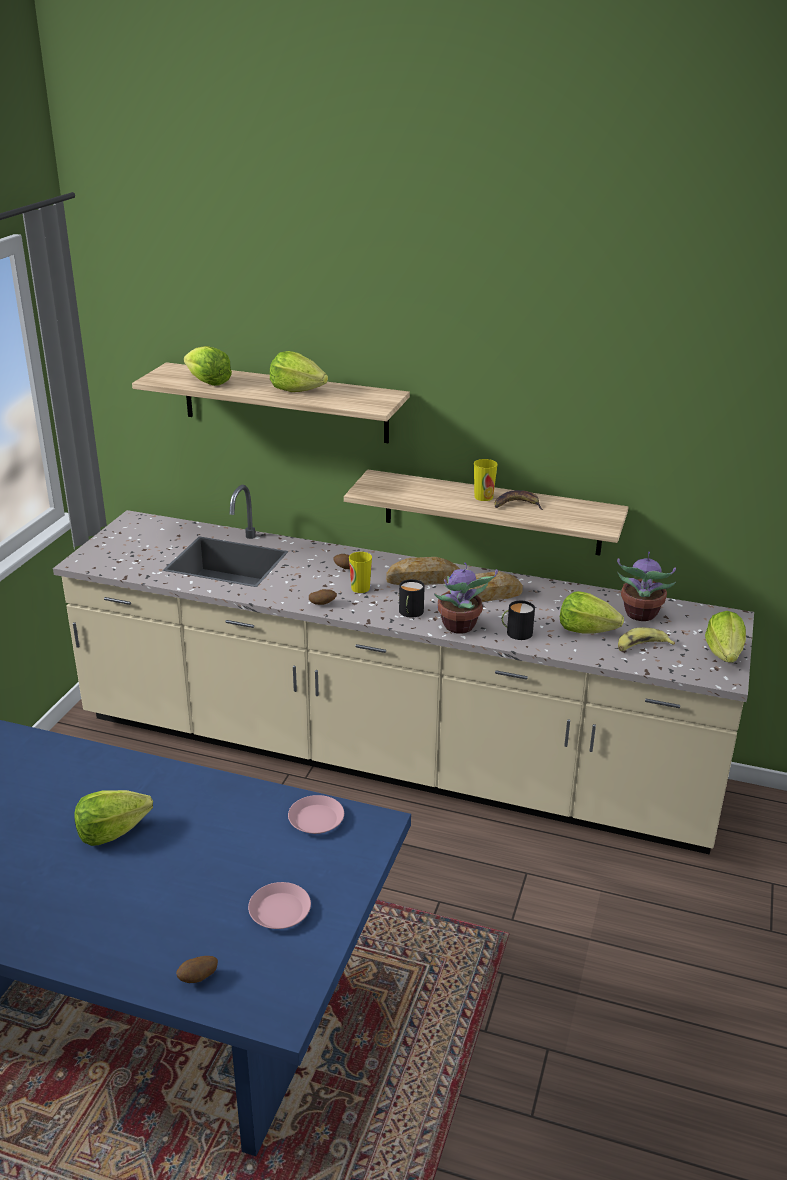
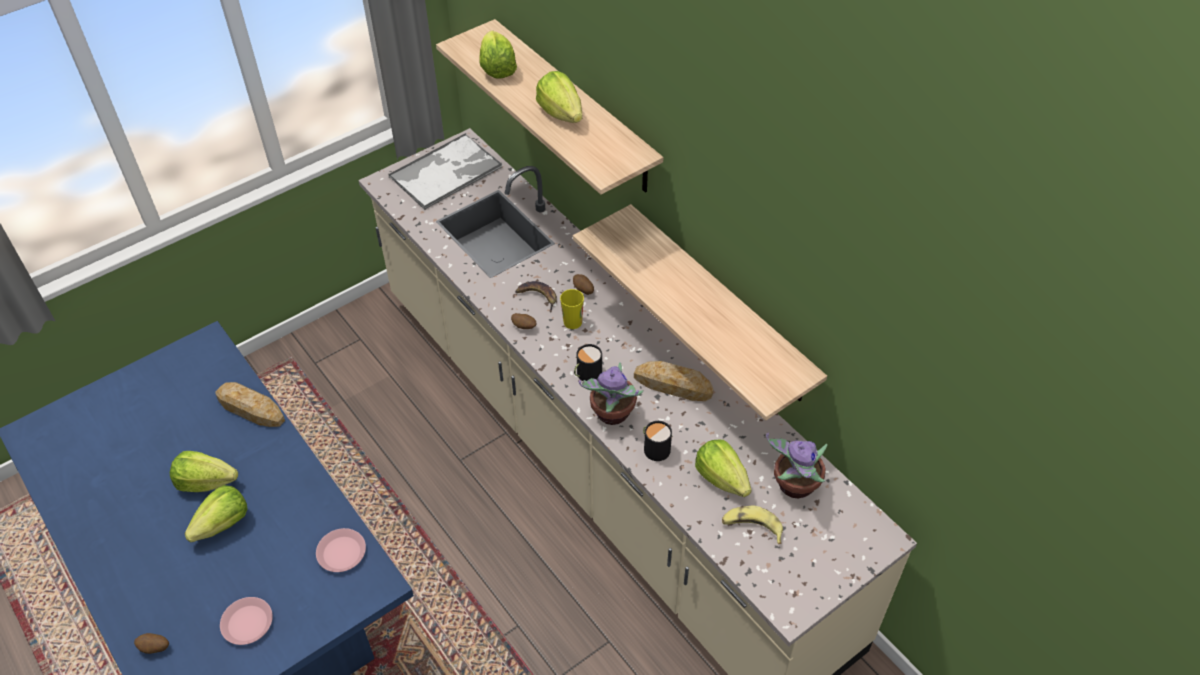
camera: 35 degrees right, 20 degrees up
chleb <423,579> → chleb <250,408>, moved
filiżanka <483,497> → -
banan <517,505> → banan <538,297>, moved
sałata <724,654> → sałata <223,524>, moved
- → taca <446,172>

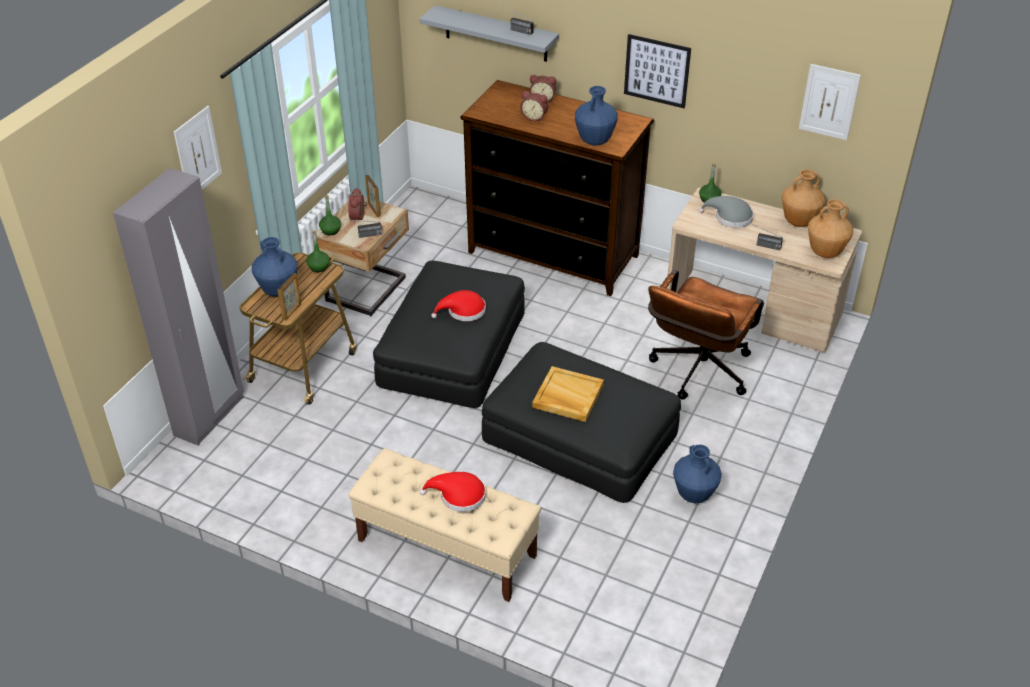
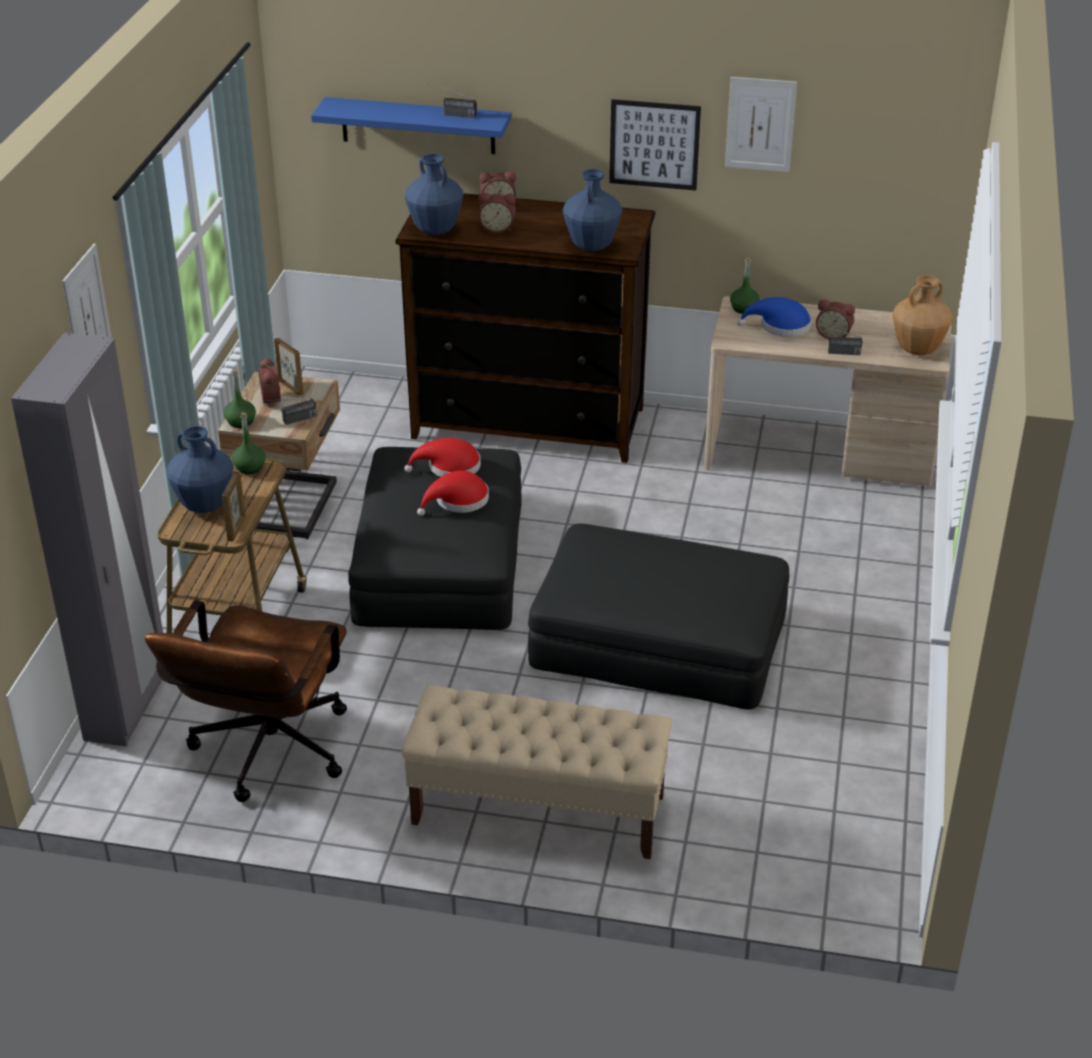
camera: 15 degrees left, 5 degrees down
półka [szary] <496,34> → półka [niebieski] <418,125>
kapelusz [czerwony] <458,496> → kapelusz [czerwony] <449,467>, moved
taca [beżowy] <567,396> → -
krzesło biurowe [brązowy] <697,374> → krzesło biurowe [brązowy] <265,756>, moved
wazon [niebieski] <693,494> → wazon [niebieski] <435,230>, moved
kapelusz [szary] <730,217> → kapelusz [niebieski] <780,326>
wazon [brązowy] <798,222> → -
obraz <829,102> → obraz <760,124>, moved
- → budzik <833,335>

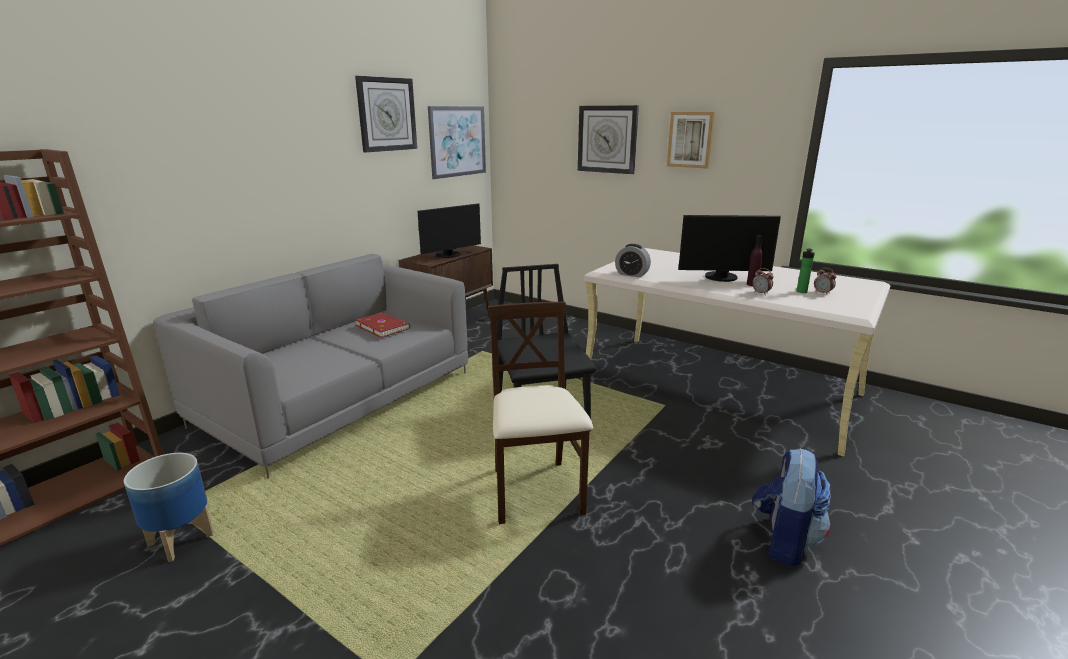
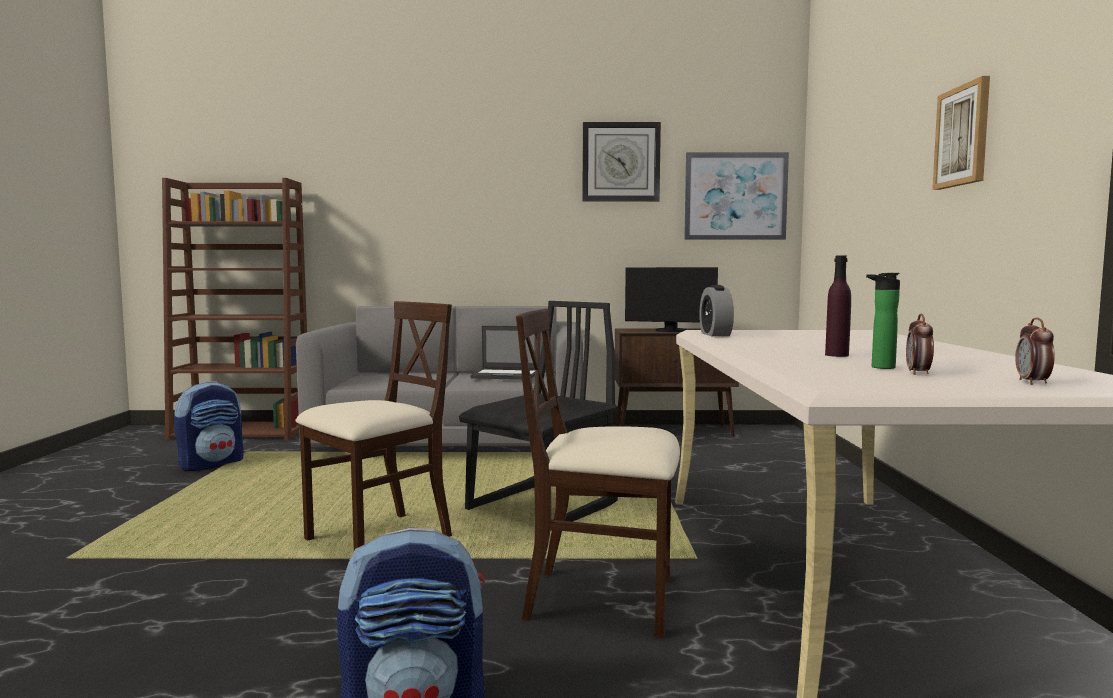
camera: 55 degrees right, 15 degrees down
donica <180,539> → plecak <211,464>
książka [czerwony] <383,327> → laptop <506,375>
zegar ścienny <607,139> → -
monitor <722,278> → -
budzik <761,293> → budzik <1033,382>, moved
- → krzesło [beżowy] <603,599>

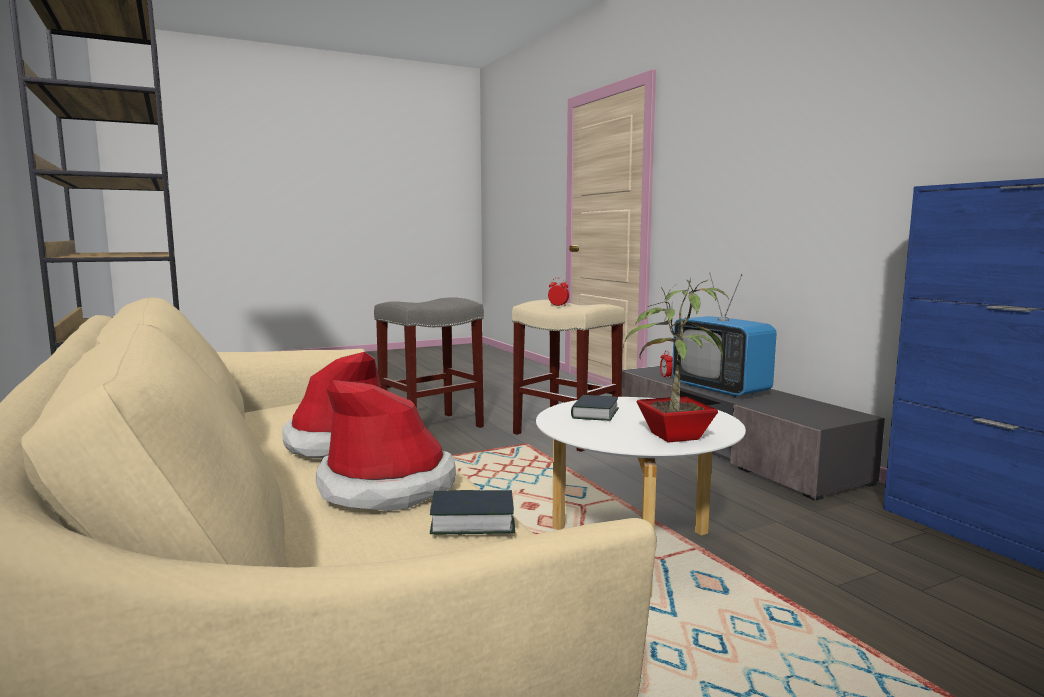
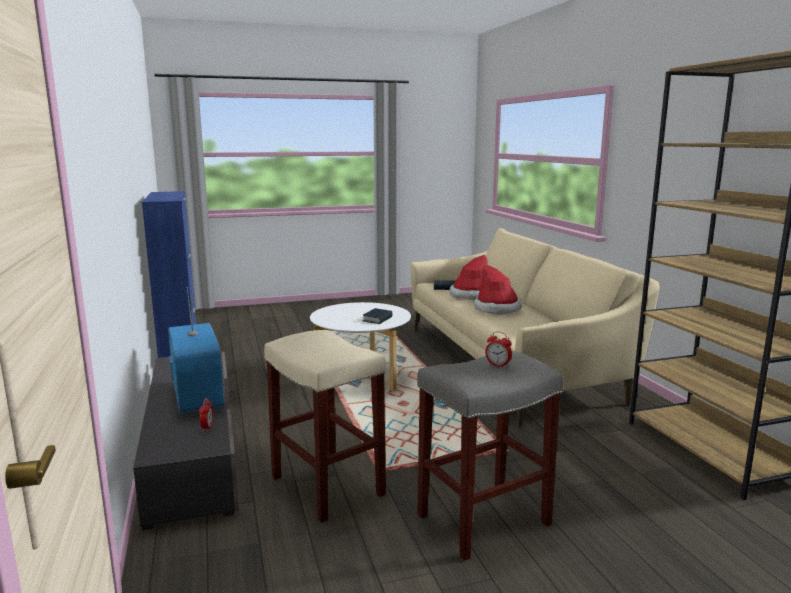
camera: 170 degrees left, 5 degrees up
budzik <558,305> → budzik <498,365>, moved
roślina doniczkowa <671,437> → -

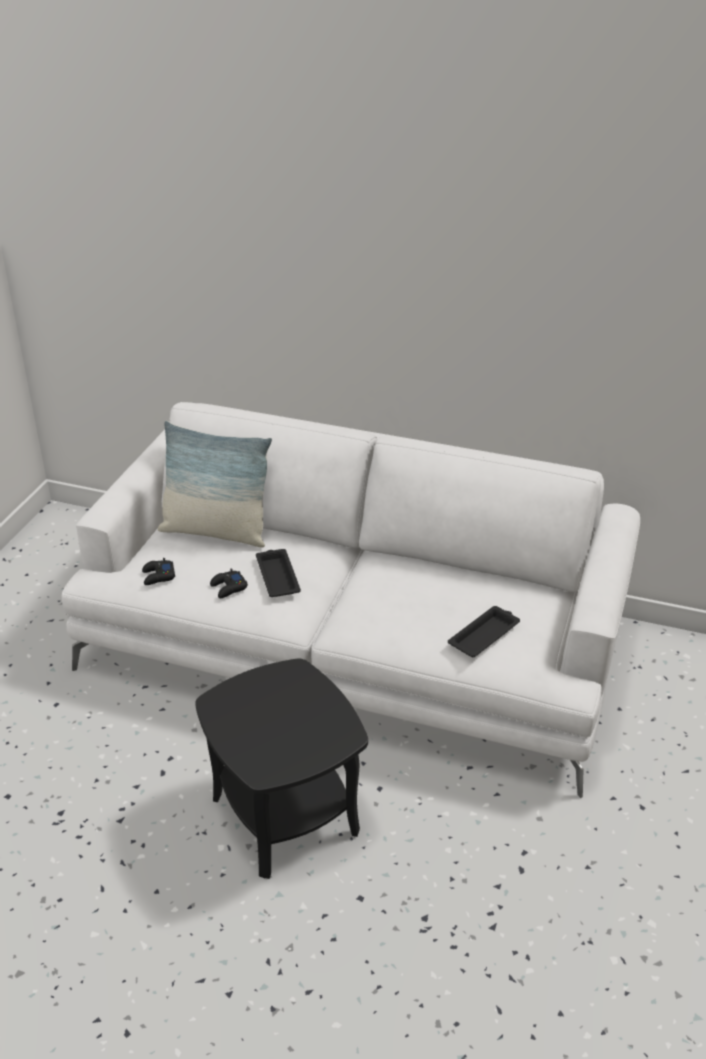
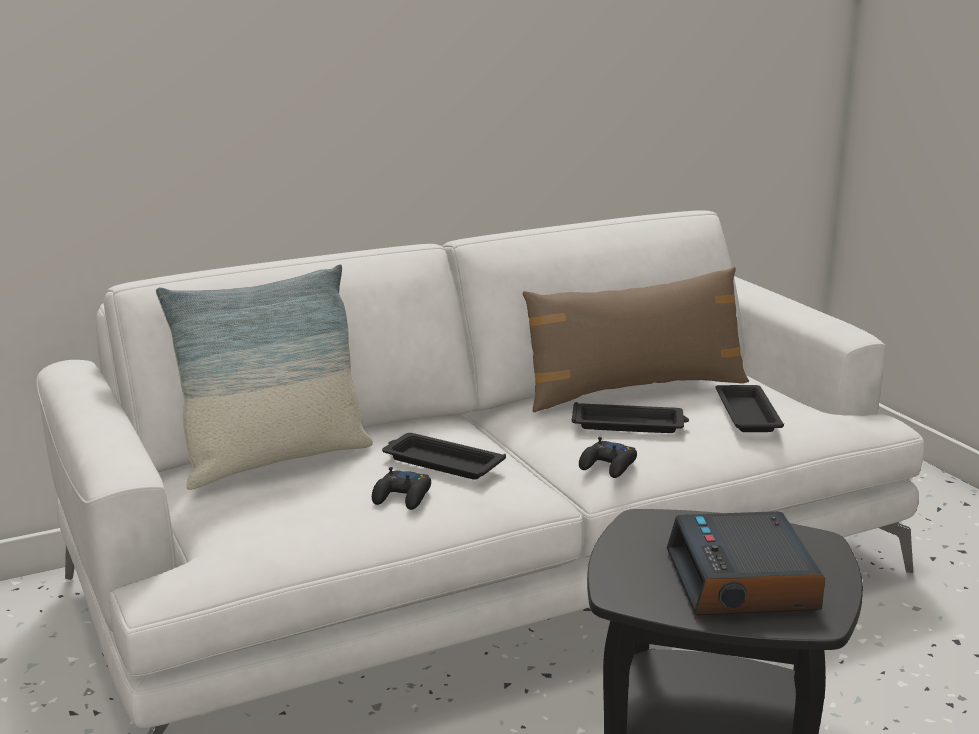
camera: 45 degrees left, 15 degrees down
pad do gier [czarny] <158,576> → pad do gier [czarny] <608,466>, moved
- → poduszka [brązowy] <635,390>
- → taca [czarny] <630,425>
- → budzik <743,582>

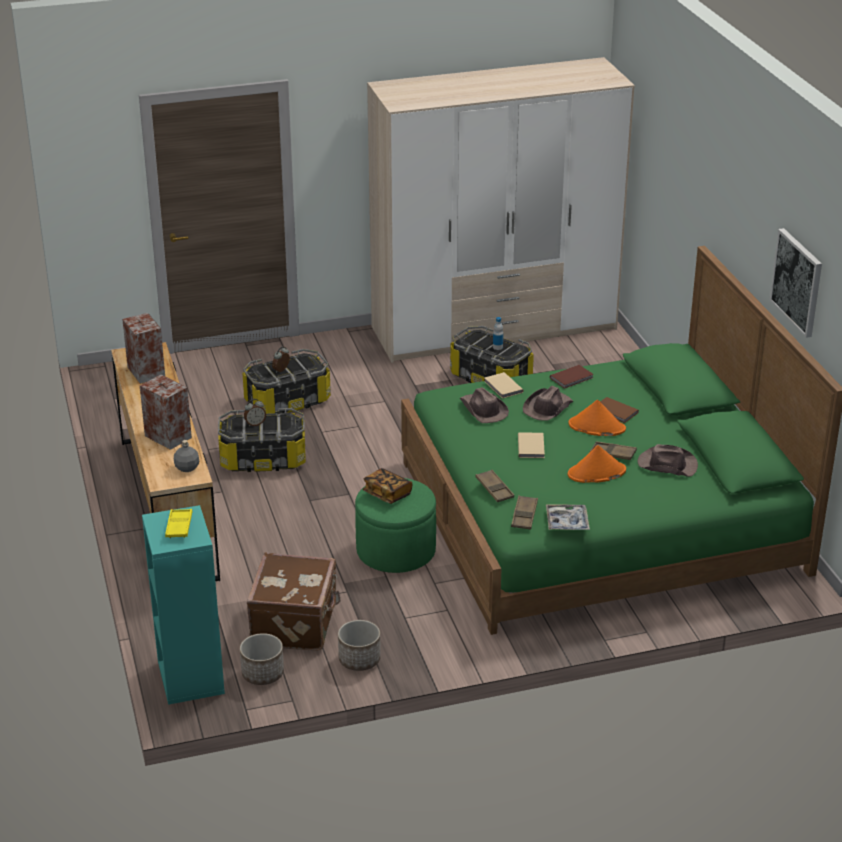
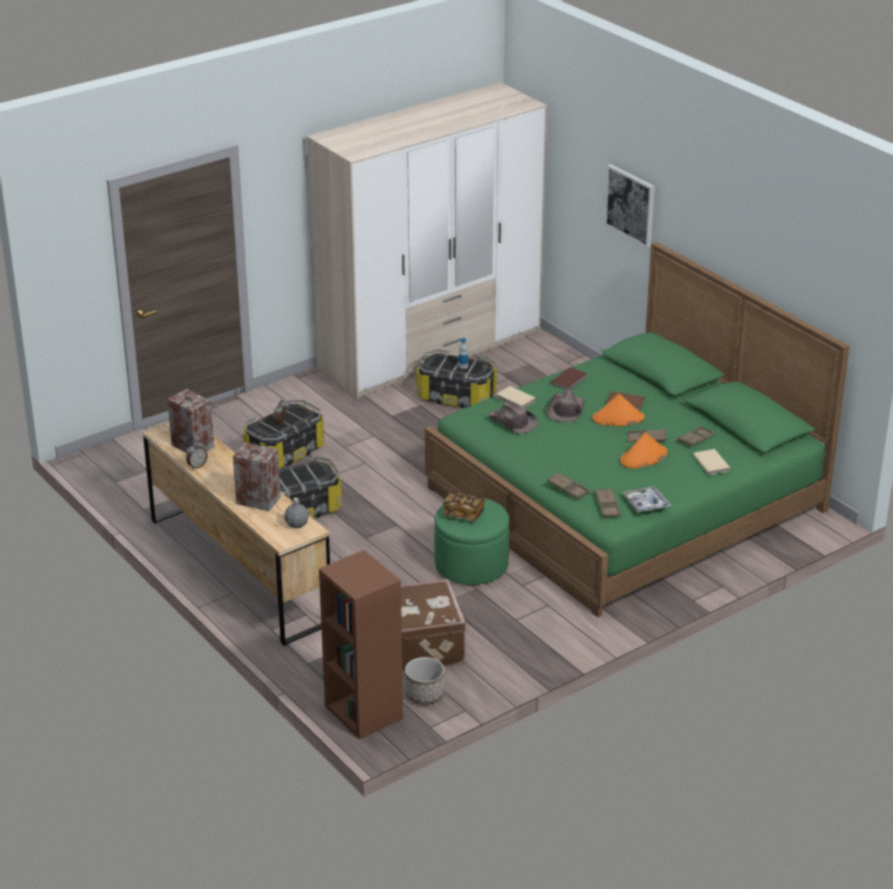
camera: 20 degrees left, 0 degrees up
regał [turkusowy] <189,677> → regał [brązowy] <362,712>
taca [żółty] <179,526> → -
budzik <255,424> → budzik <197,466>, moved
donica <359,660> → -
książka [beżowy] <532,446> → książka [beżowy] <711,463>, moved
kapelusz [brązowy] <666,464> → taca [brązowy] <696,439>
obraz <797,282> → obraz <630,205>, moved

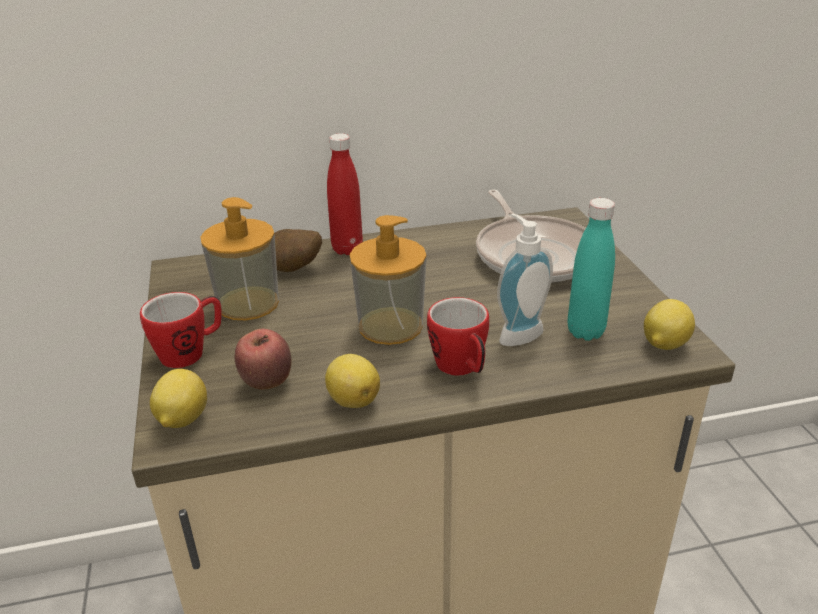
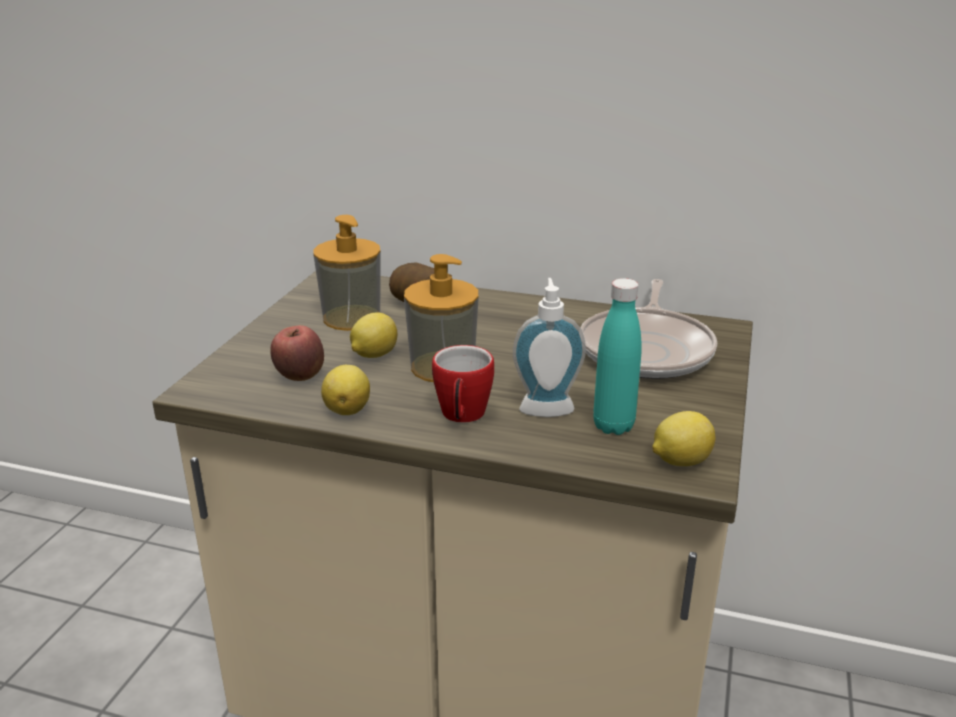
camera: 30 degrees right, 5 degrees down
kubek <191,352> → -
cytryna <182,419> → cytryna <373,355>, moved
butelka [czerwony] <347,249> → -

